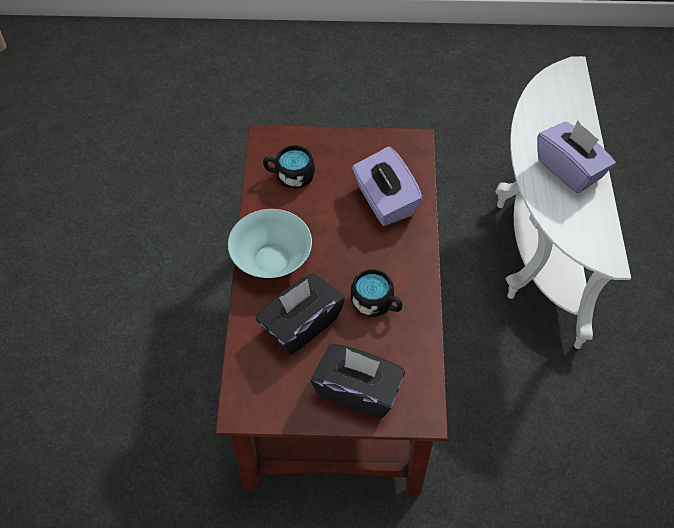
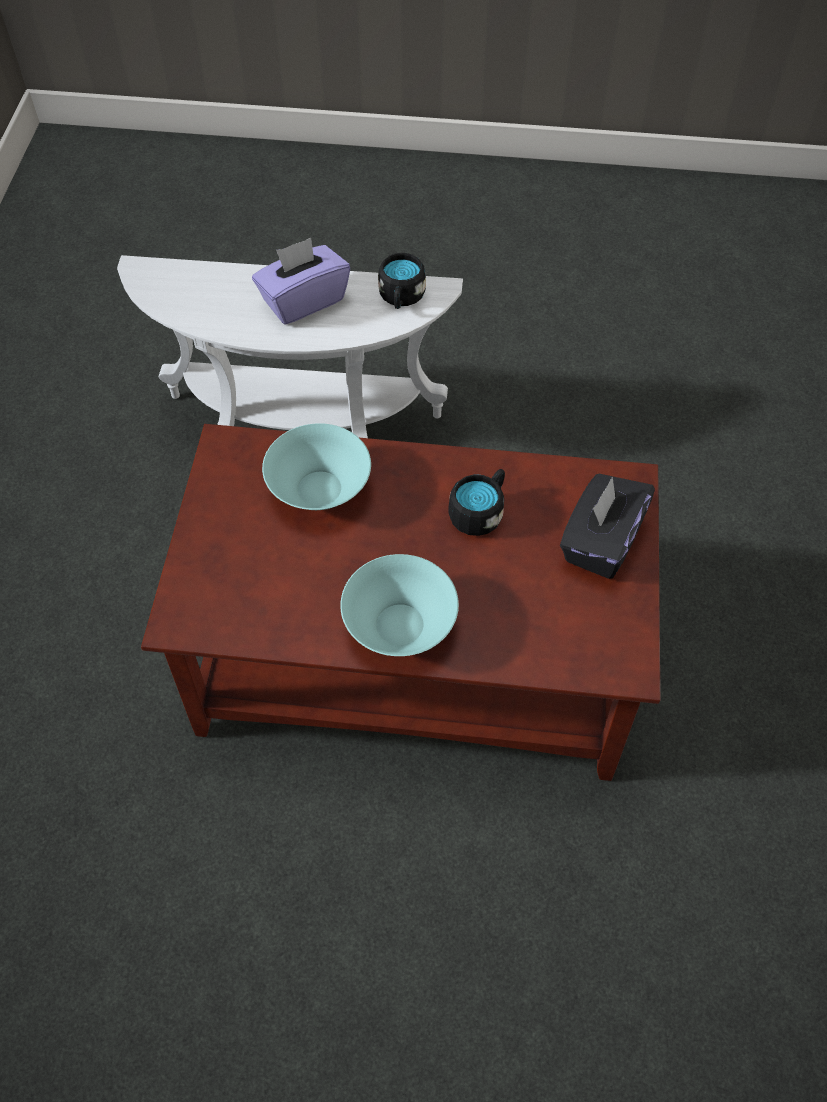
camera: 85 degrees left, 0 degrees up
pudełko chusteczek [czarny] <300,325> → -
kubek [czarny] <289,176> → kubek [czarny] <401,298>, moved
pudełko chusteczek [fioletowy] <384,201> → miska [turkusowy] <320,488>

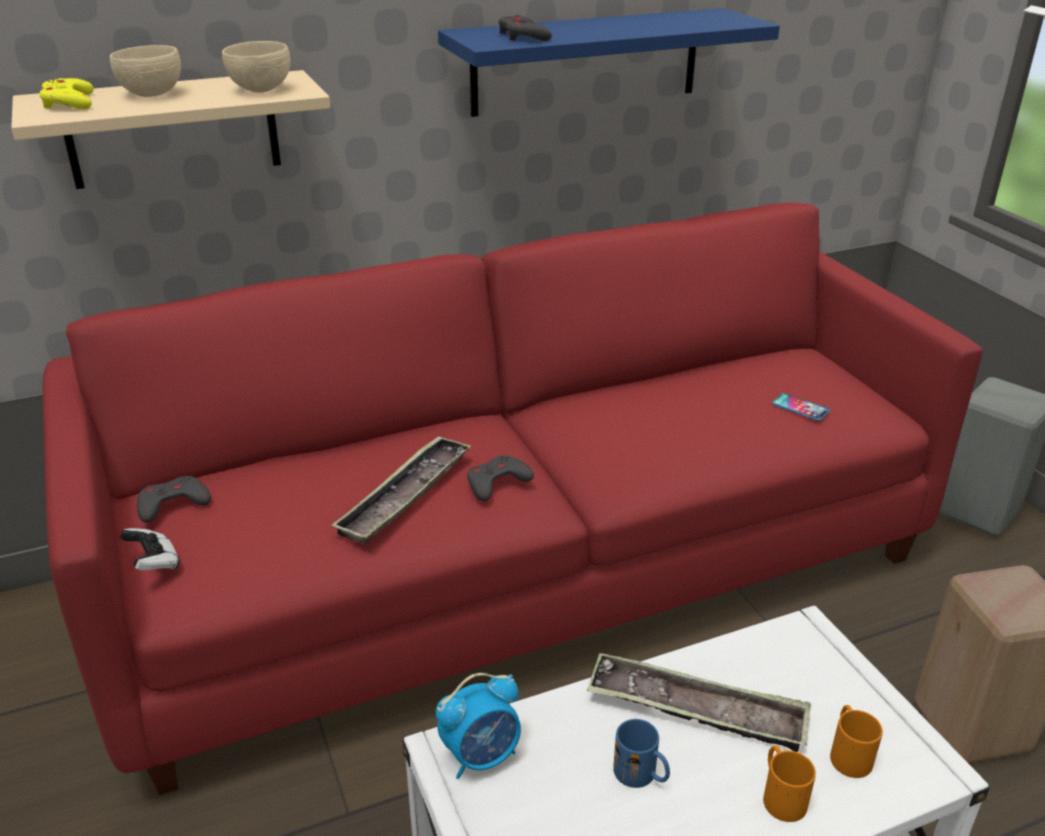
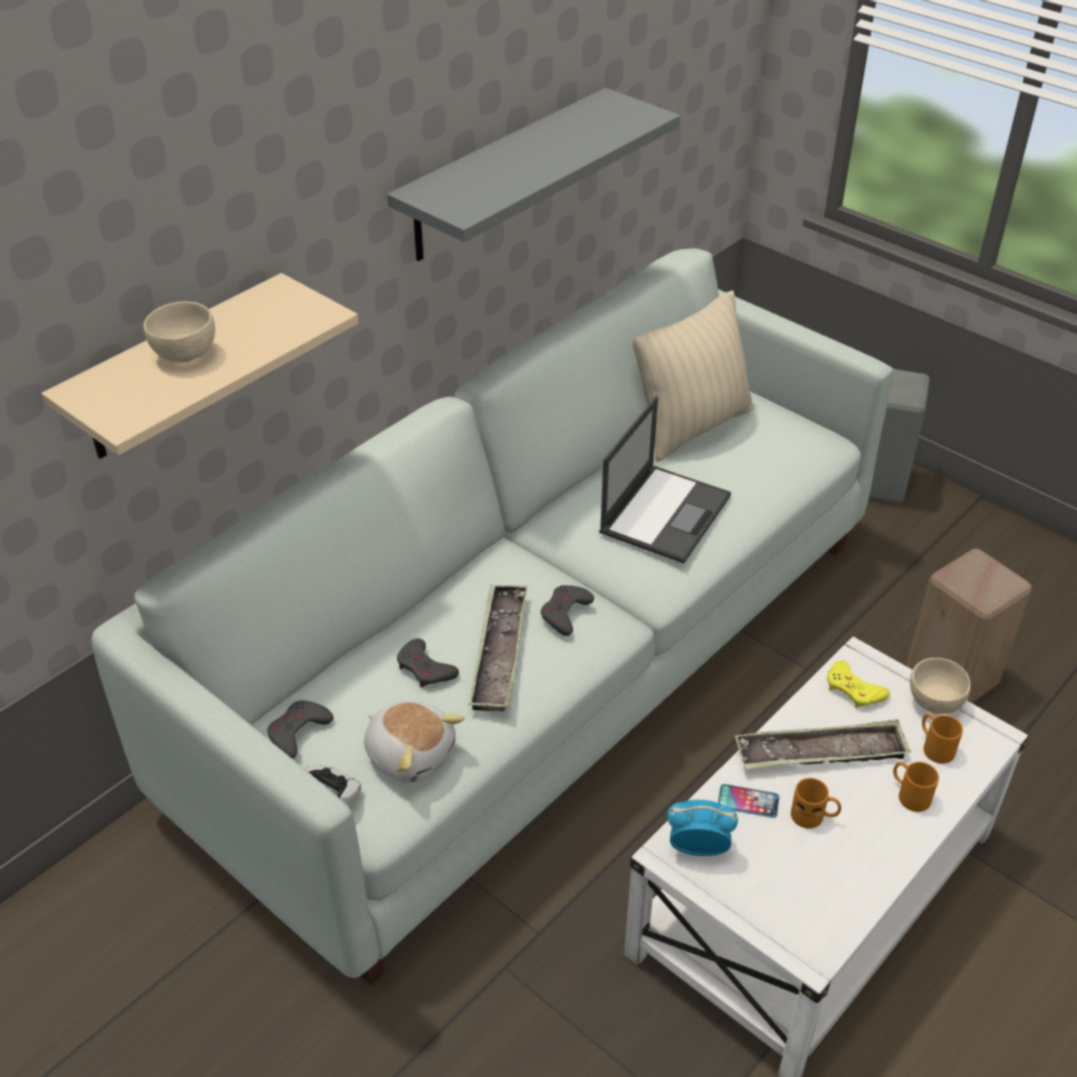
camera: 25 degrees left, 10 degrees up
pad do gier [żółty] <69,102> → pad do gier [żółty] <854,690>, moved
kanapa [czerwony] <521,568> → kanapa [biały] <537,665>
miska [beżowy] <261,90> → miska [beżowy] <934,702>, moved
budzik <481,756> → budzik <697,847>, 120 degrees counterclockwise
półka [niebieski] <586,61> → półka [szary] <503,176>
pad do gier [szary] <523,36> → pad do gier [szary] <425,669>, moved
kubek [niebieski] <642,775> → kubek [pomarańczowy] <814,816>
telefon <800,408> → telefon <748,801>, moved
- → pluszak <410,753>
- → laptop <665,513>
- → poduszka [beżowy] <692,427>

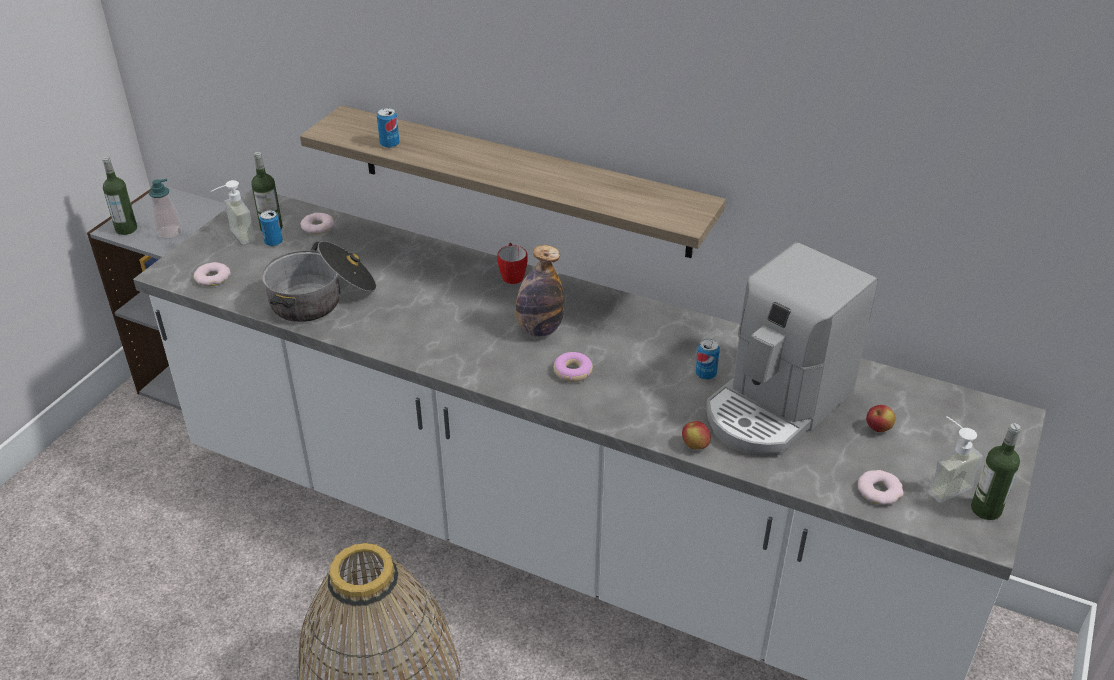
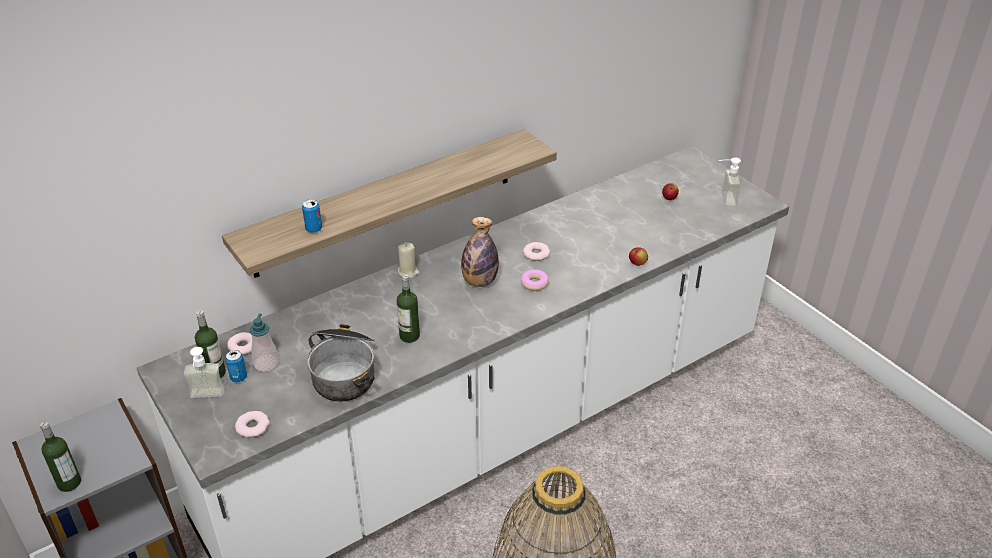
camera: 60 degrees left, 0 degrees up
dozownik mydła <169,233> → dozownik mydła <266,364>, moved
kubek <512,275> → świeca [beżowy] <408,272>
puszka <706,374> → -
ekspres do kawy <776,406> → -
donut <879,491> → donut <536,254>, moved
butelka <985,509> → butelka <409,336>, moved

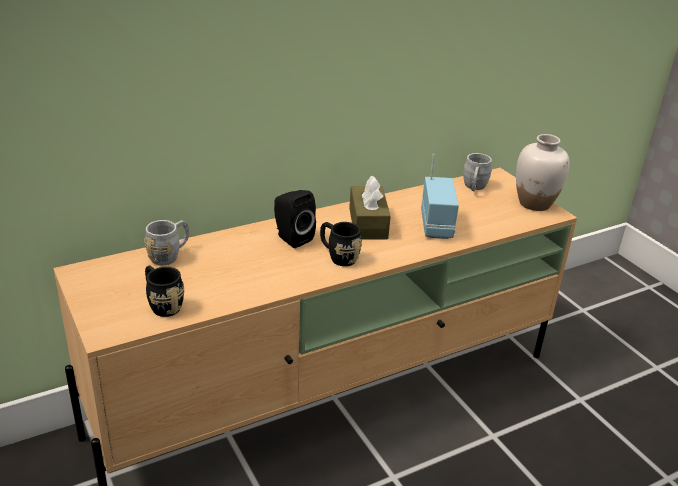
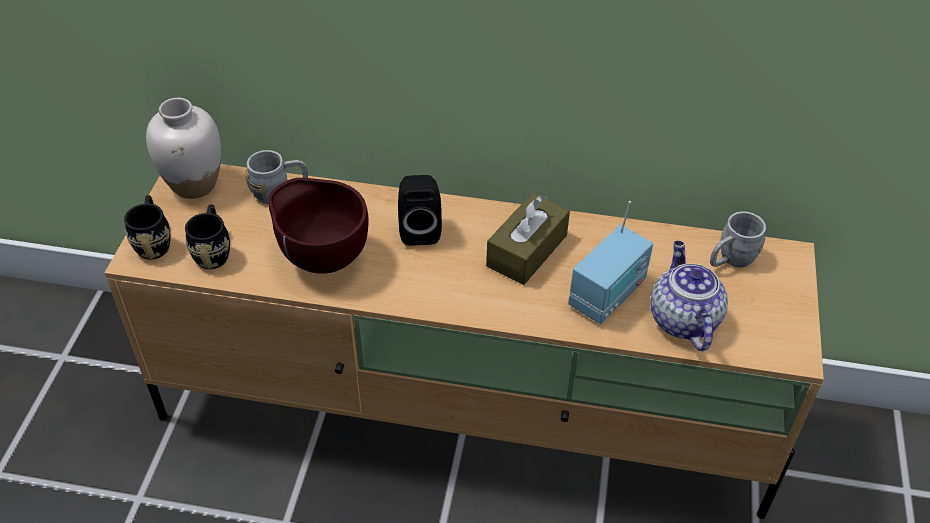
camera: 40 degrees right, 15 degrees up
kubek [czarny] <338,256> → kubek [czarny] <154,241>, moved
wazon [biały] <535,203> → wazon [biały] <195,184>, moved
- → miska [brązowy] <322,257>
- → imbryk <682,319>

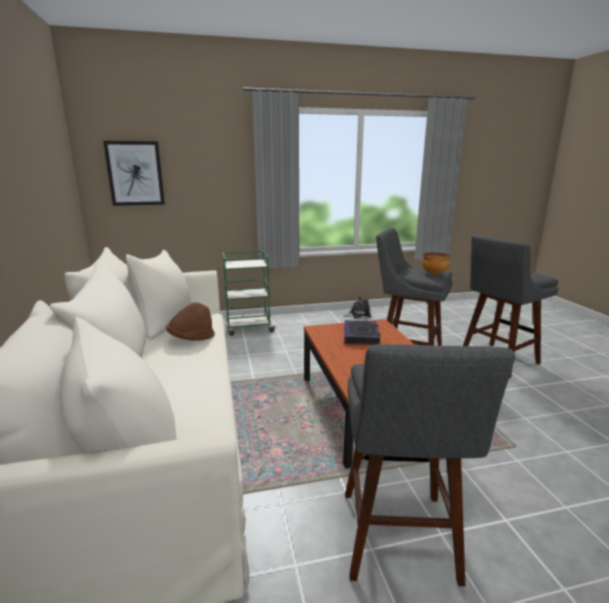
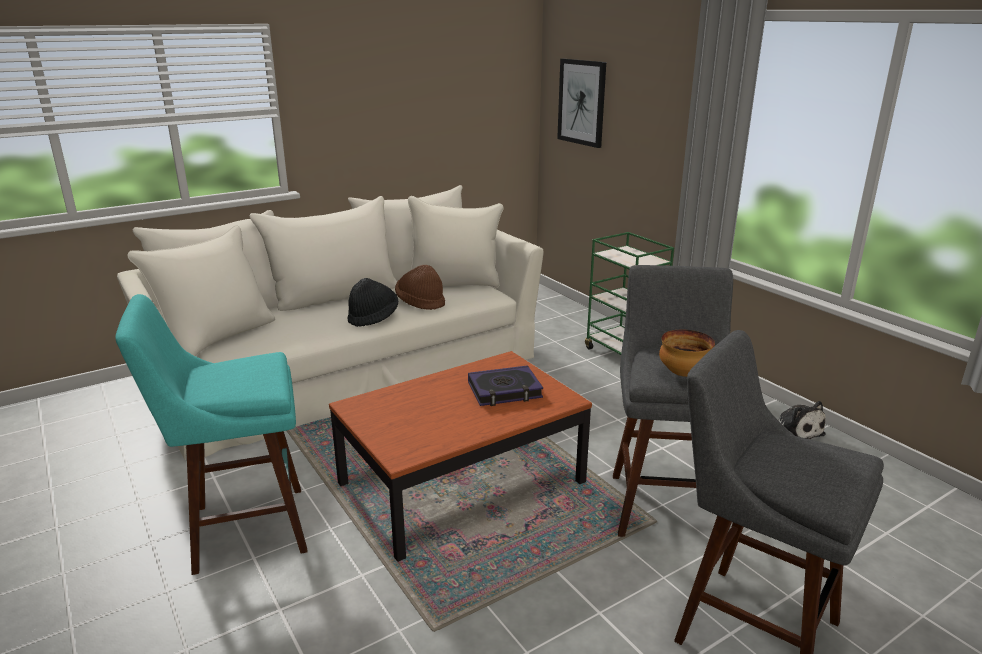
camera: 70 degrees right, 5 degrees up
stołek [szary] <399,541> → stołek [turkusowy] <242,530>
- → kapelusz [czarny] <373,317>

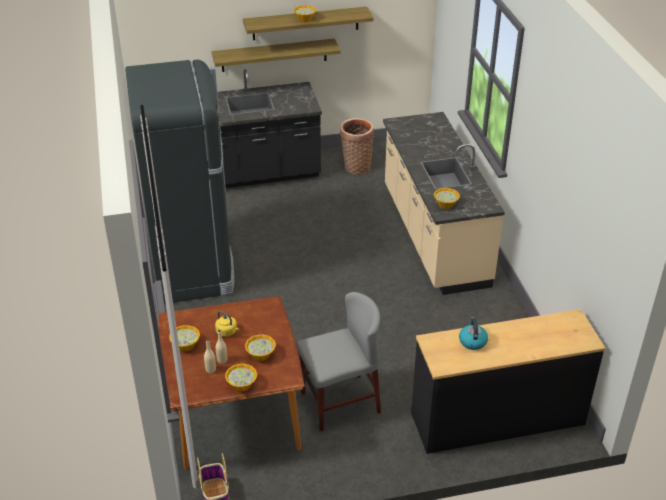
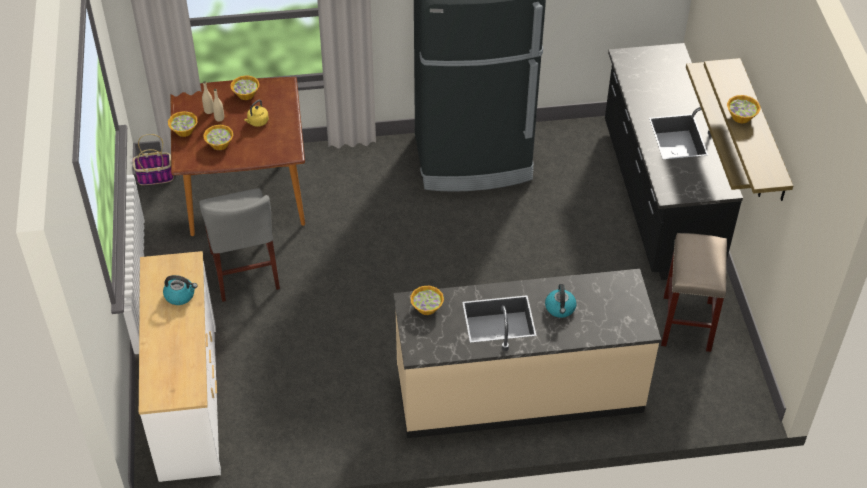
camera: 95 degrees right, 10 degrees up
koszyk <356,166> → stołek [beżowy] <686,322>
komoda [czarny] <497,420> → komoda [biały] <187,401>
- → czajnik <560,308>

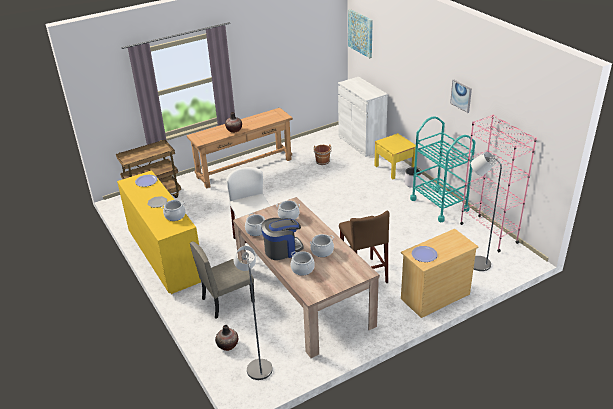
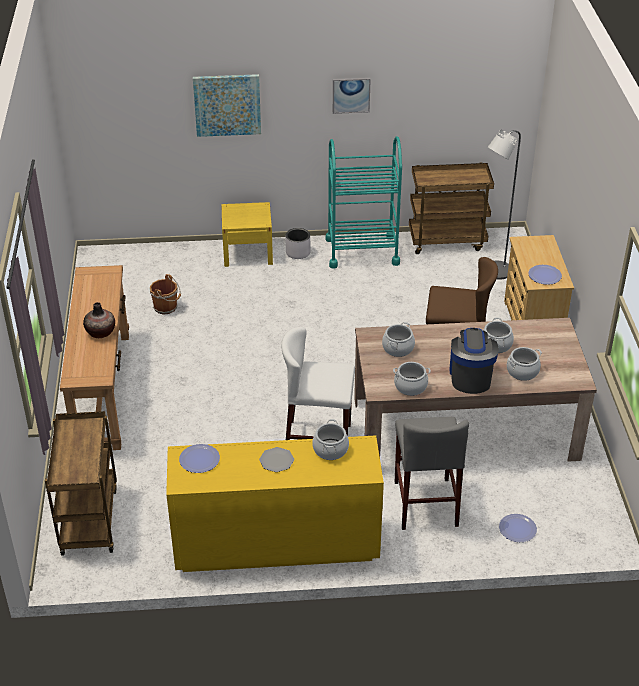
camera: 65 degrees left, 5 degrees up
krzesło [beżowy] <227,300> → stołek [szary] <425,503>
wazon <228,345> → talerz <517,529>
lampa stojąca [szary] <258,366> → -
szafka [biały] <361,143> → -
obraz <360,33> → obraz <227,104>, moved
regał [różowy] <488,233> → wózek [brązowy] <447,241>

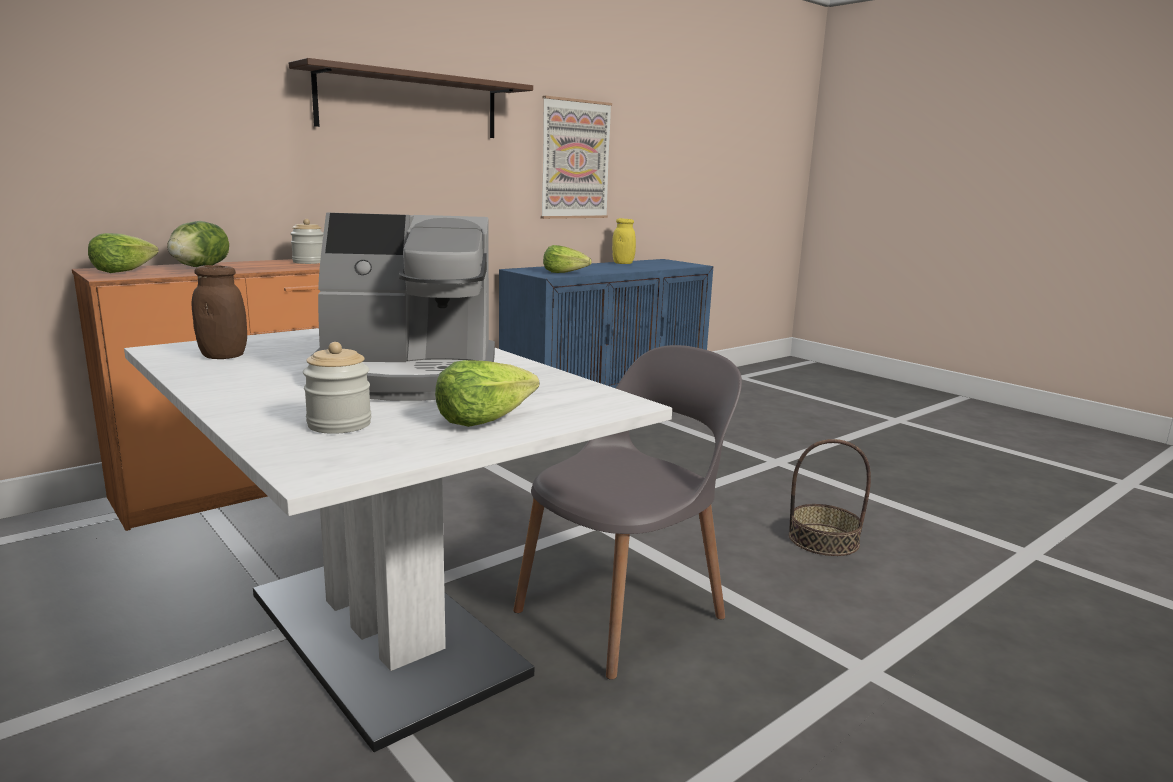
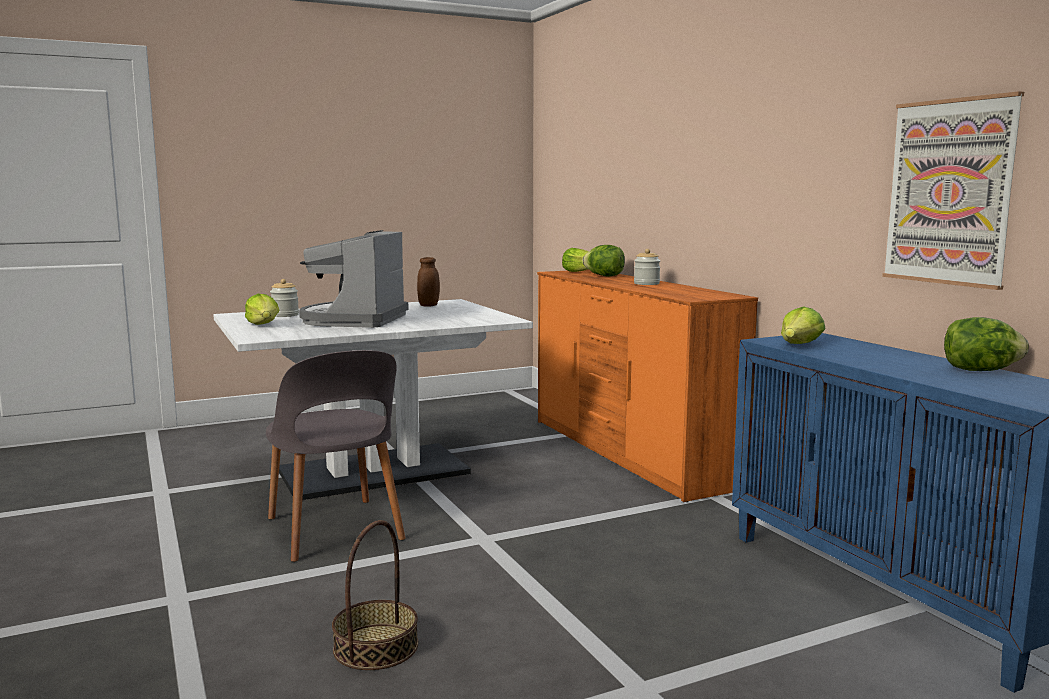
camera: 105 degrees right, 5 degrees down
półka [brązowy] <410,104> → -
słoik [żółty] <623,263> → sałata <979,371>

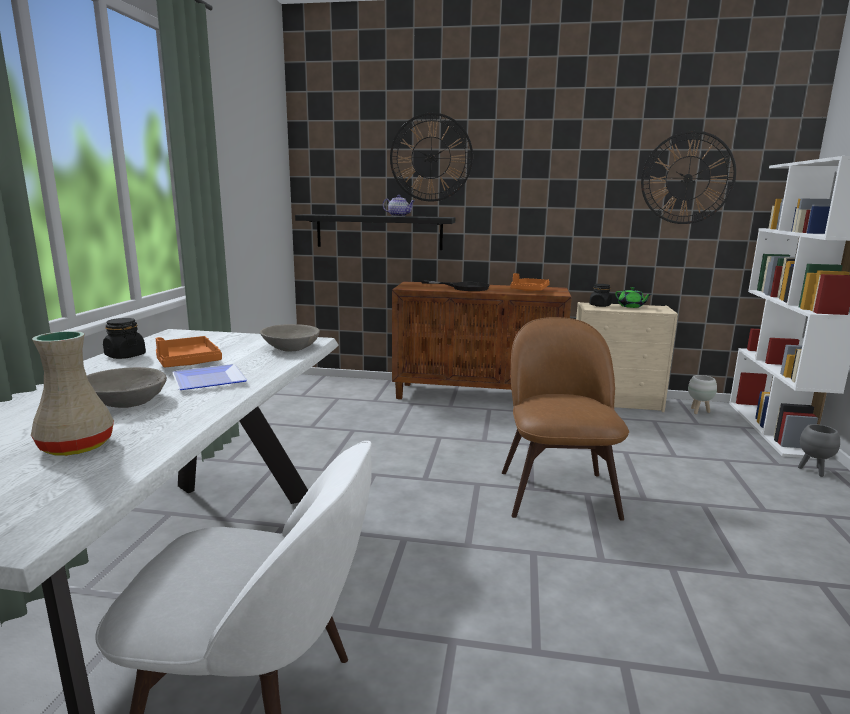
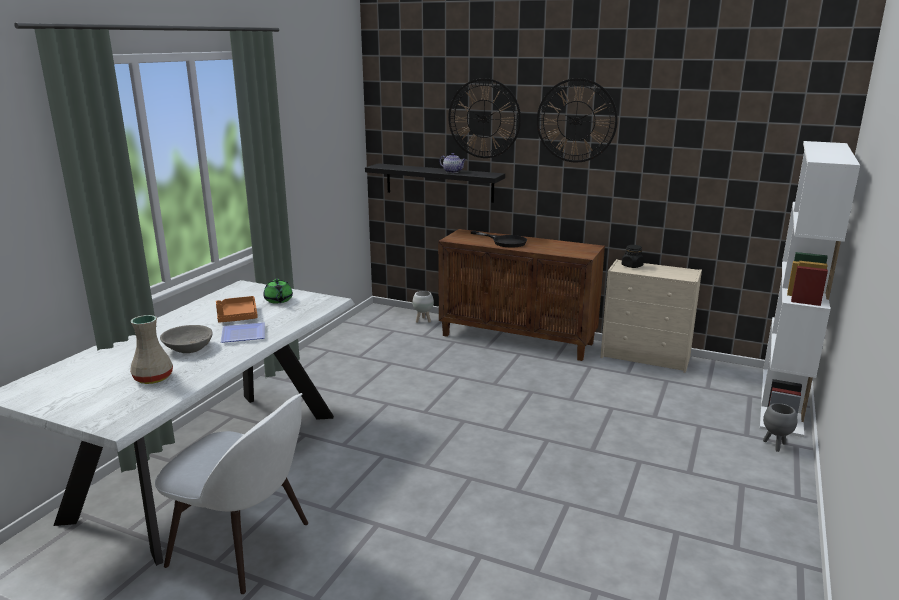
camera: 15 degrees right, 5 degrees up
słoik [czarny] <125,356> → -
miska [szary] <291,347> → -
krzesło [brązowy] <557,491> → -
taca [pomarańczowy] <529,290> → -
imbryk [zielony] <631,306> → imbryk [zielony] <278,300>, moved
zegar ścienny <687,178> → zegar ścienny <576,121>, moved
donica [biały] <698,412> → donica [biały] <423,321>, moved

